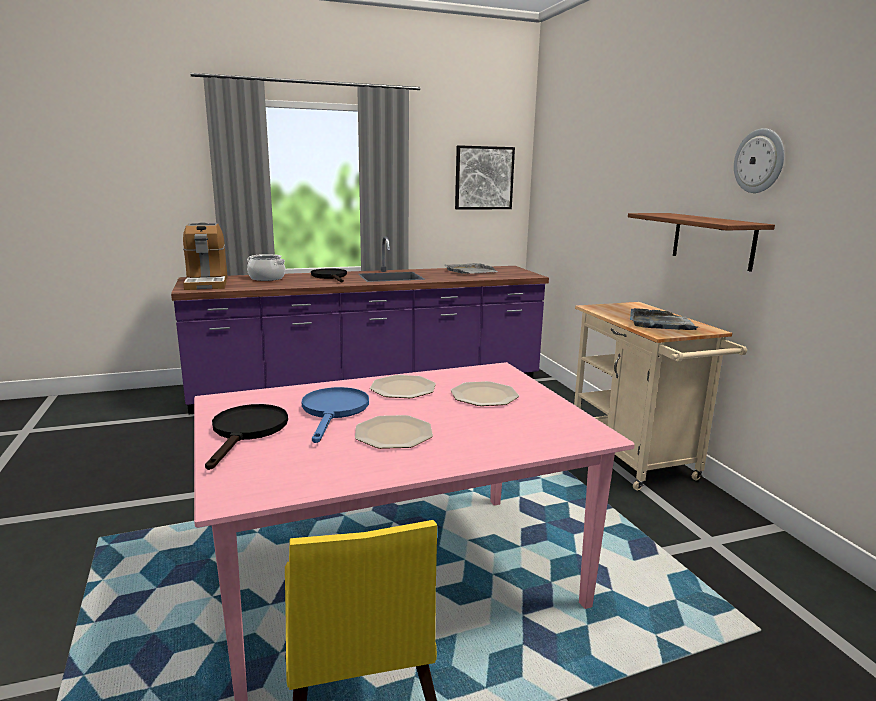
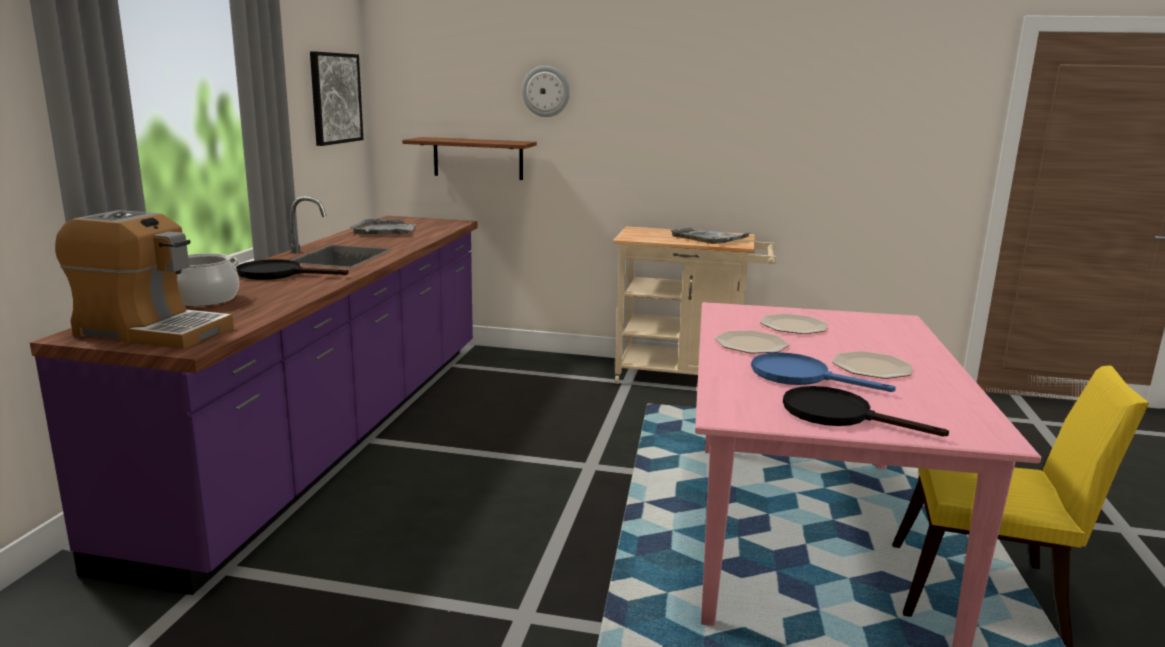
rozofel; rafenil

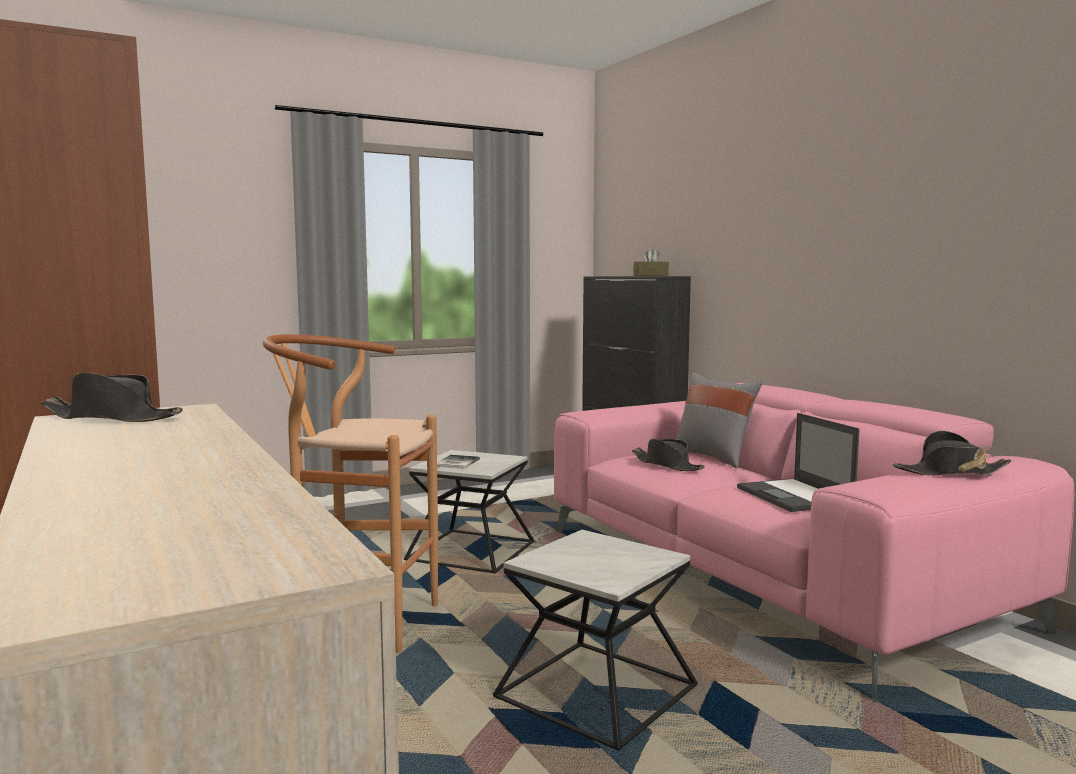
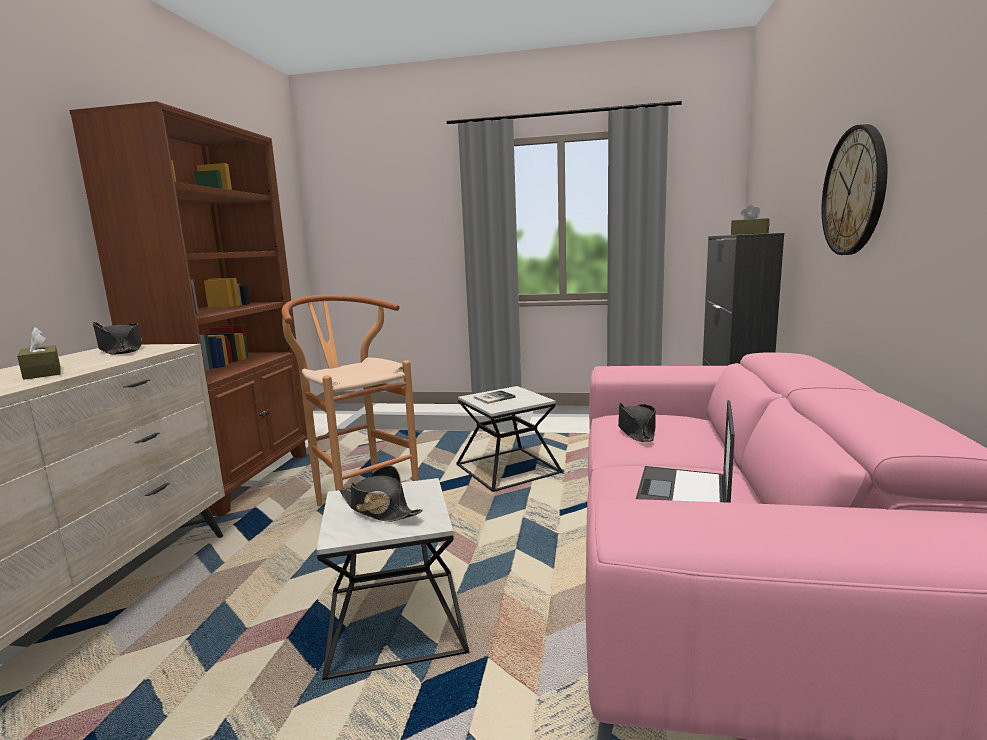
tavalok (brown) (no. 1 from left); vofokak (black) (no. 2 from left); rafenil; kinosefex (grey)

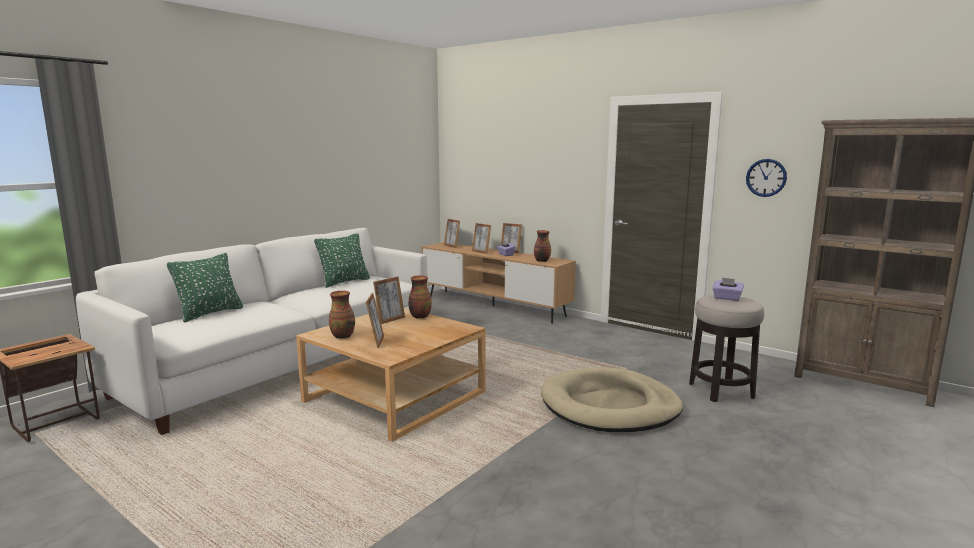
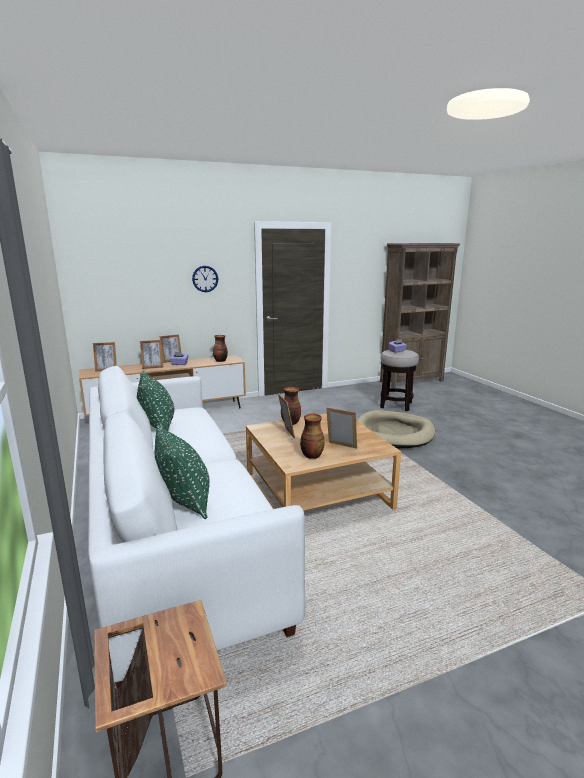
rafenil

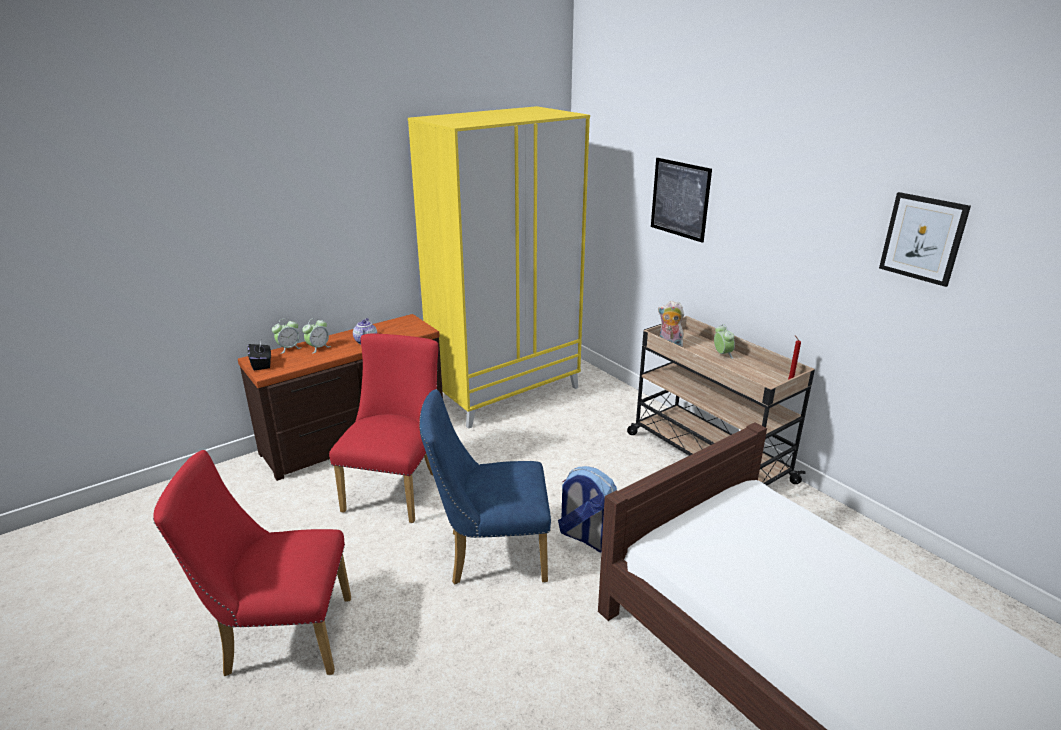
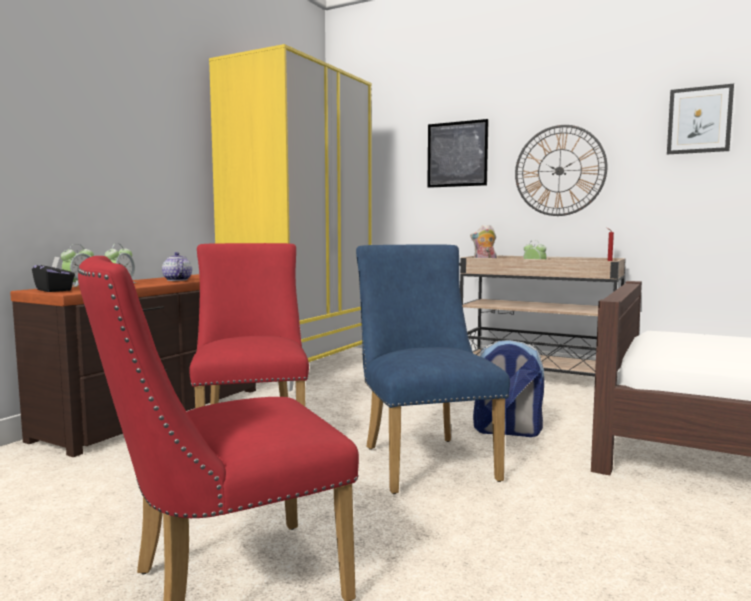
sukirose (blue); rafenil

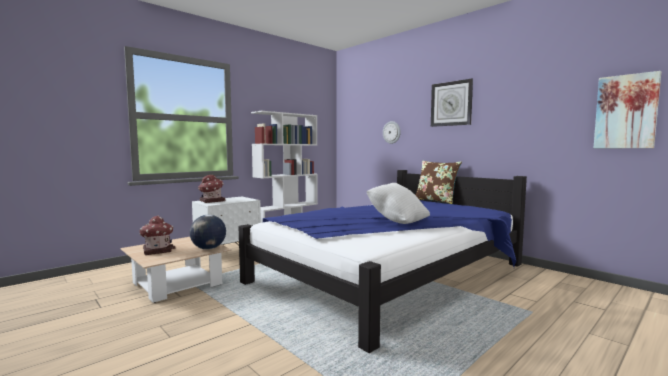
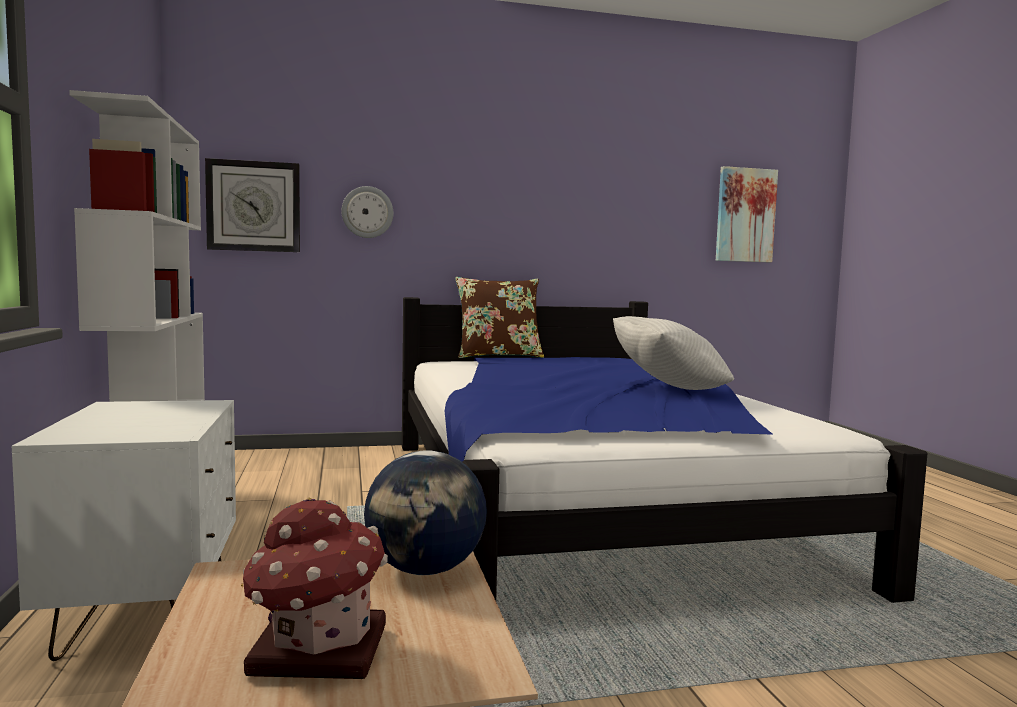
rafenil (no. 1 from left); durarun (no. 2 from left in the first image)

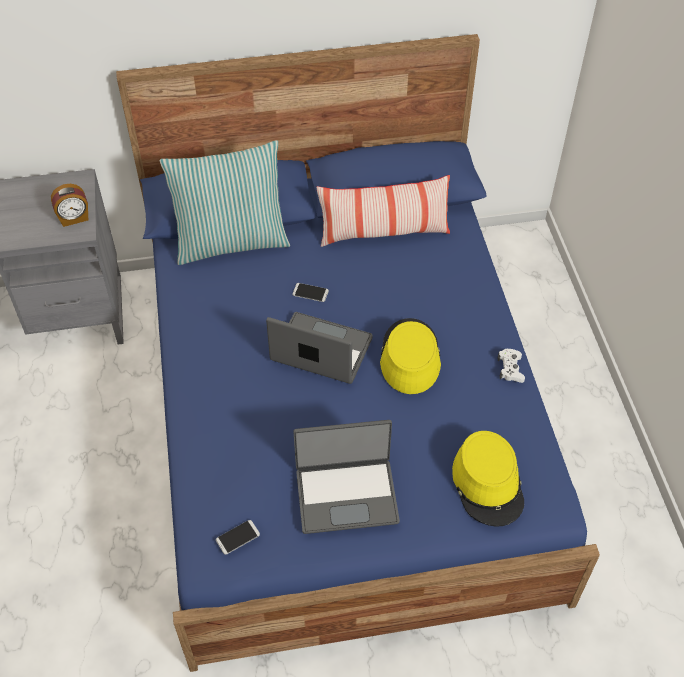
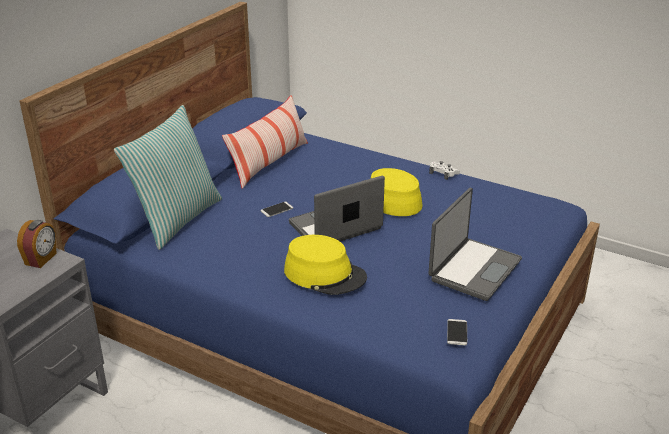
vofokak (yellow) (no. 1 from left)

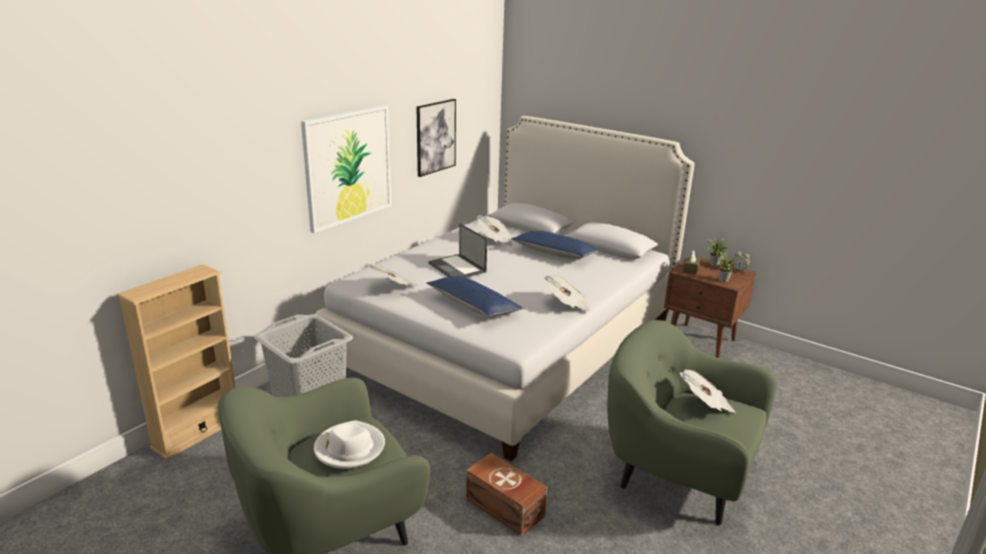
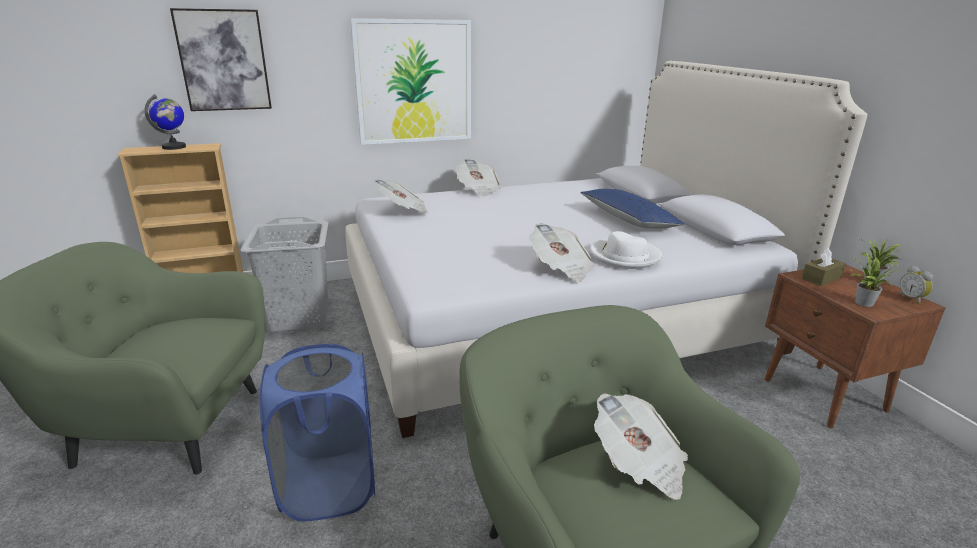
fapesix; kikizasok (no. 1 from left); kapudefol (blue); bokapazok (no. 2 from left); vofokak (white); kinosefex (blue) (no. 1 from left in the first image); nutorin

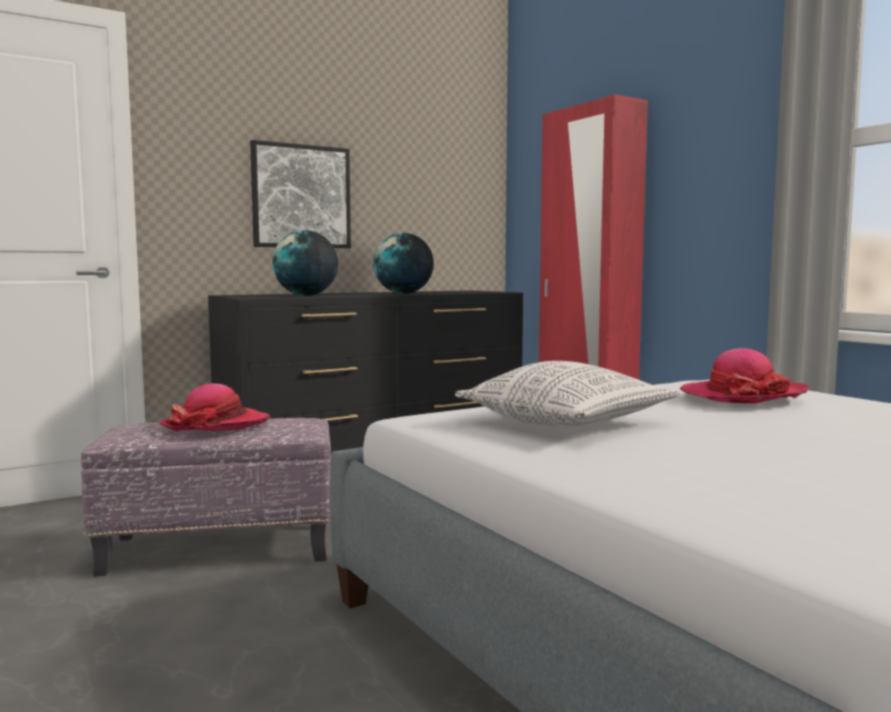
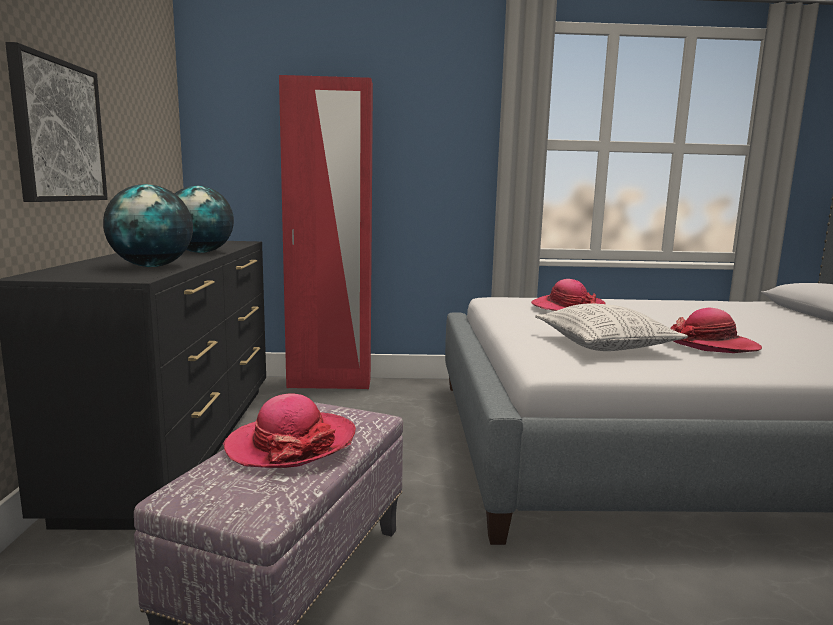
vofokak (no. 3 from left)

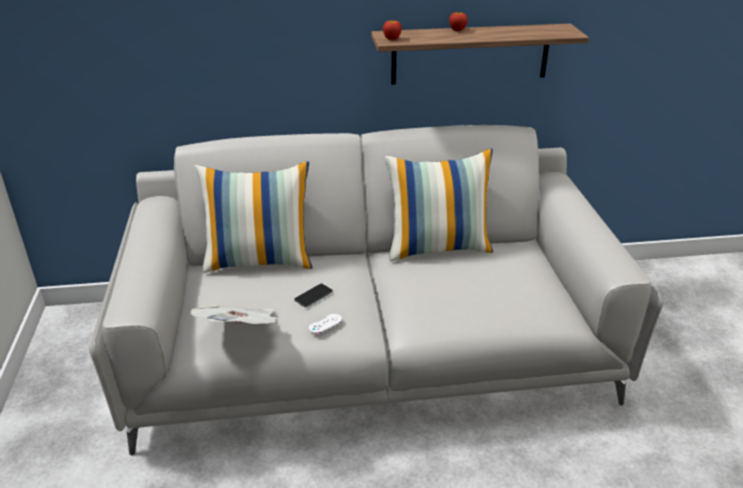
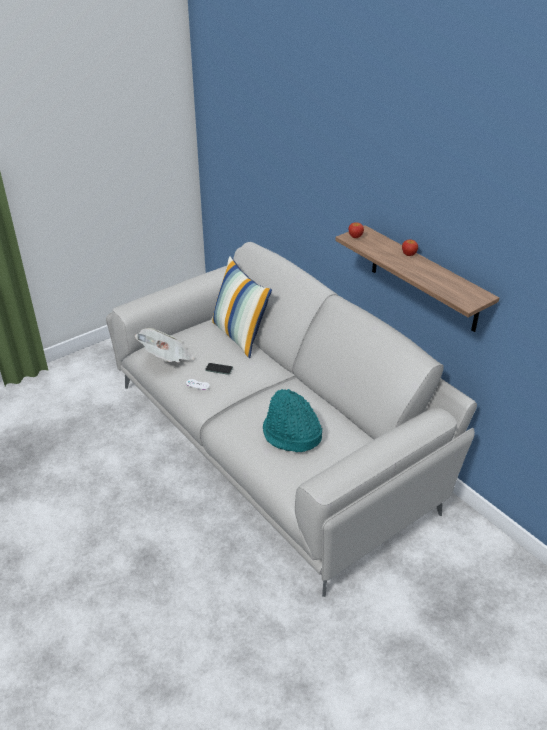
vofokak (turquoise); kinosefex (no. 2 from left in the first image)

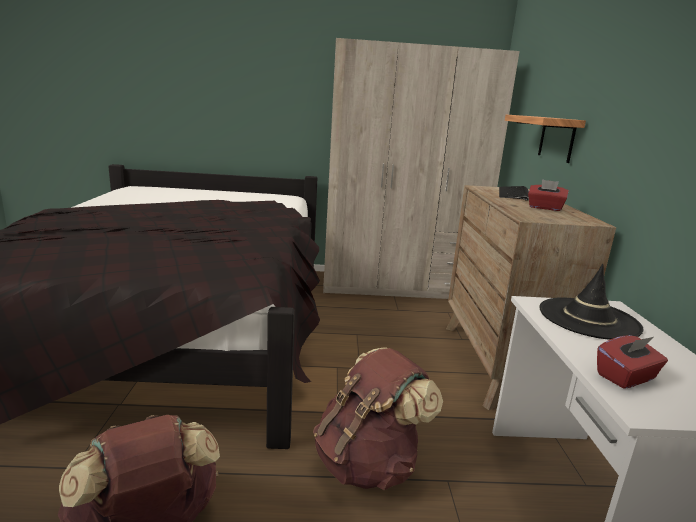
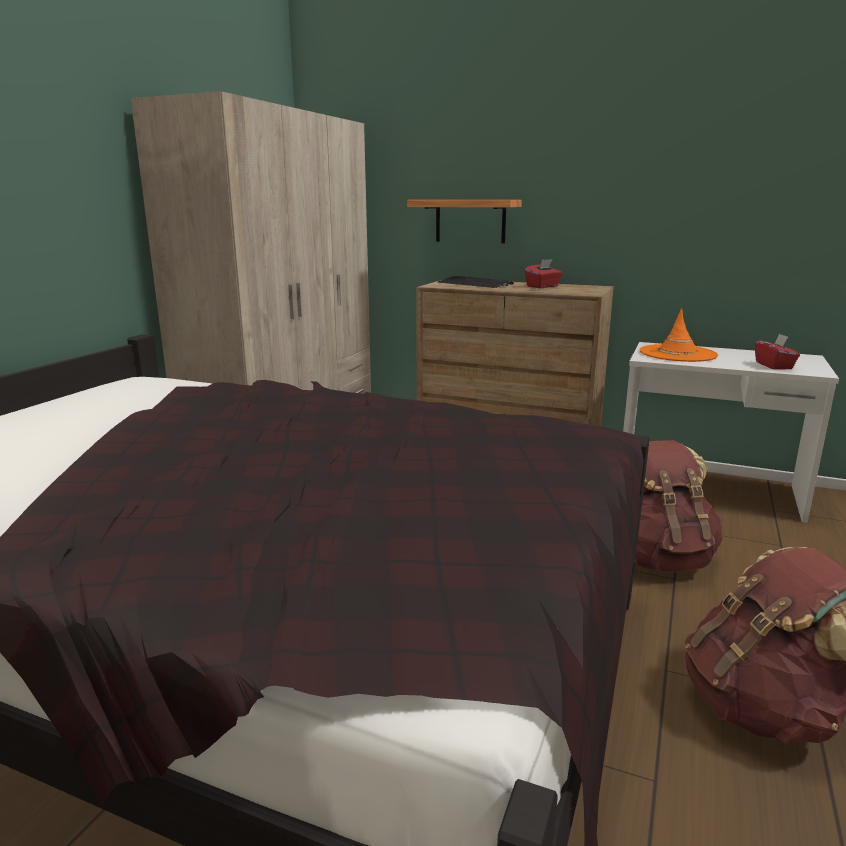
vofokak (orange)

